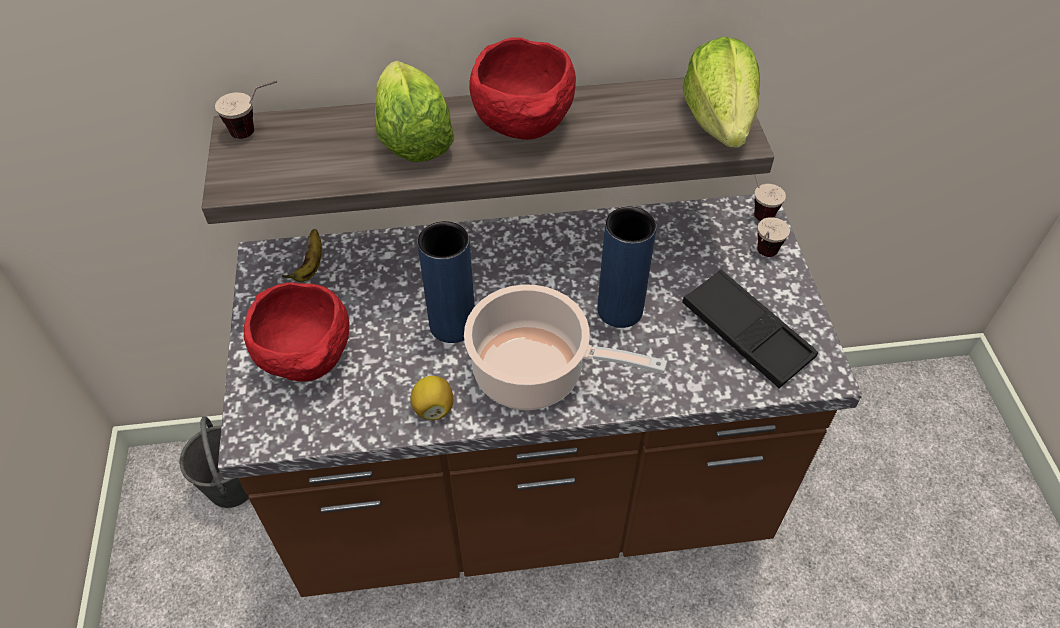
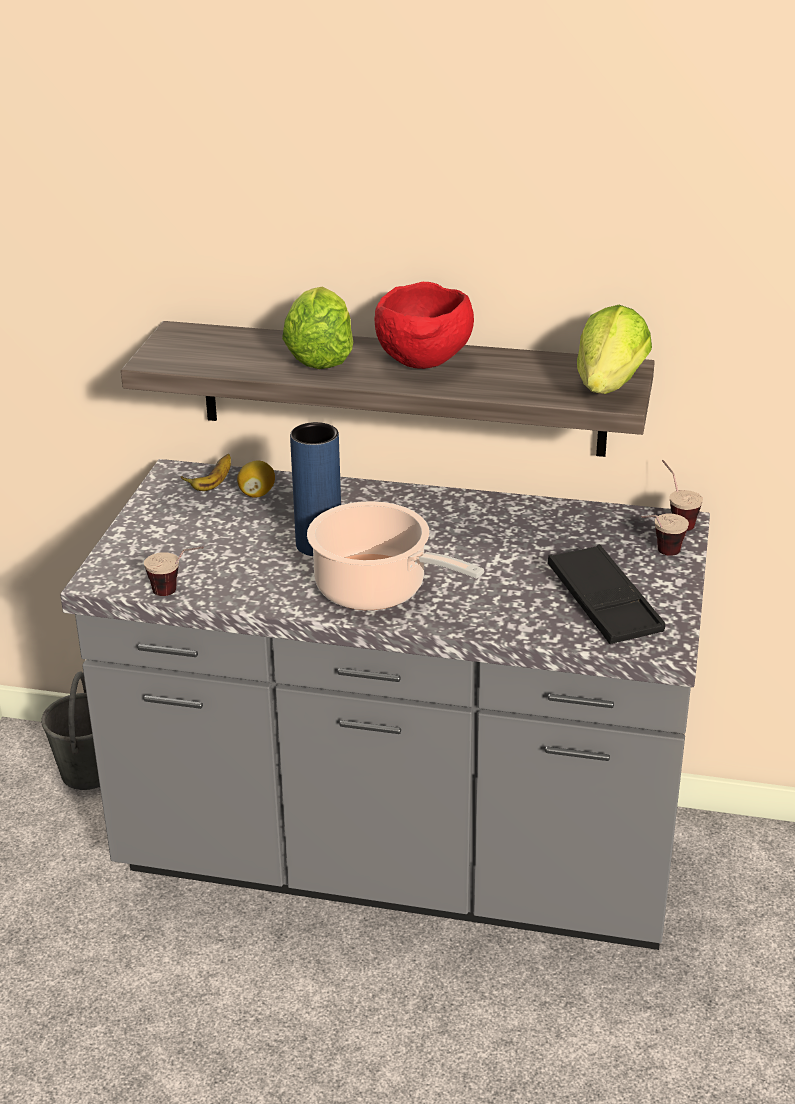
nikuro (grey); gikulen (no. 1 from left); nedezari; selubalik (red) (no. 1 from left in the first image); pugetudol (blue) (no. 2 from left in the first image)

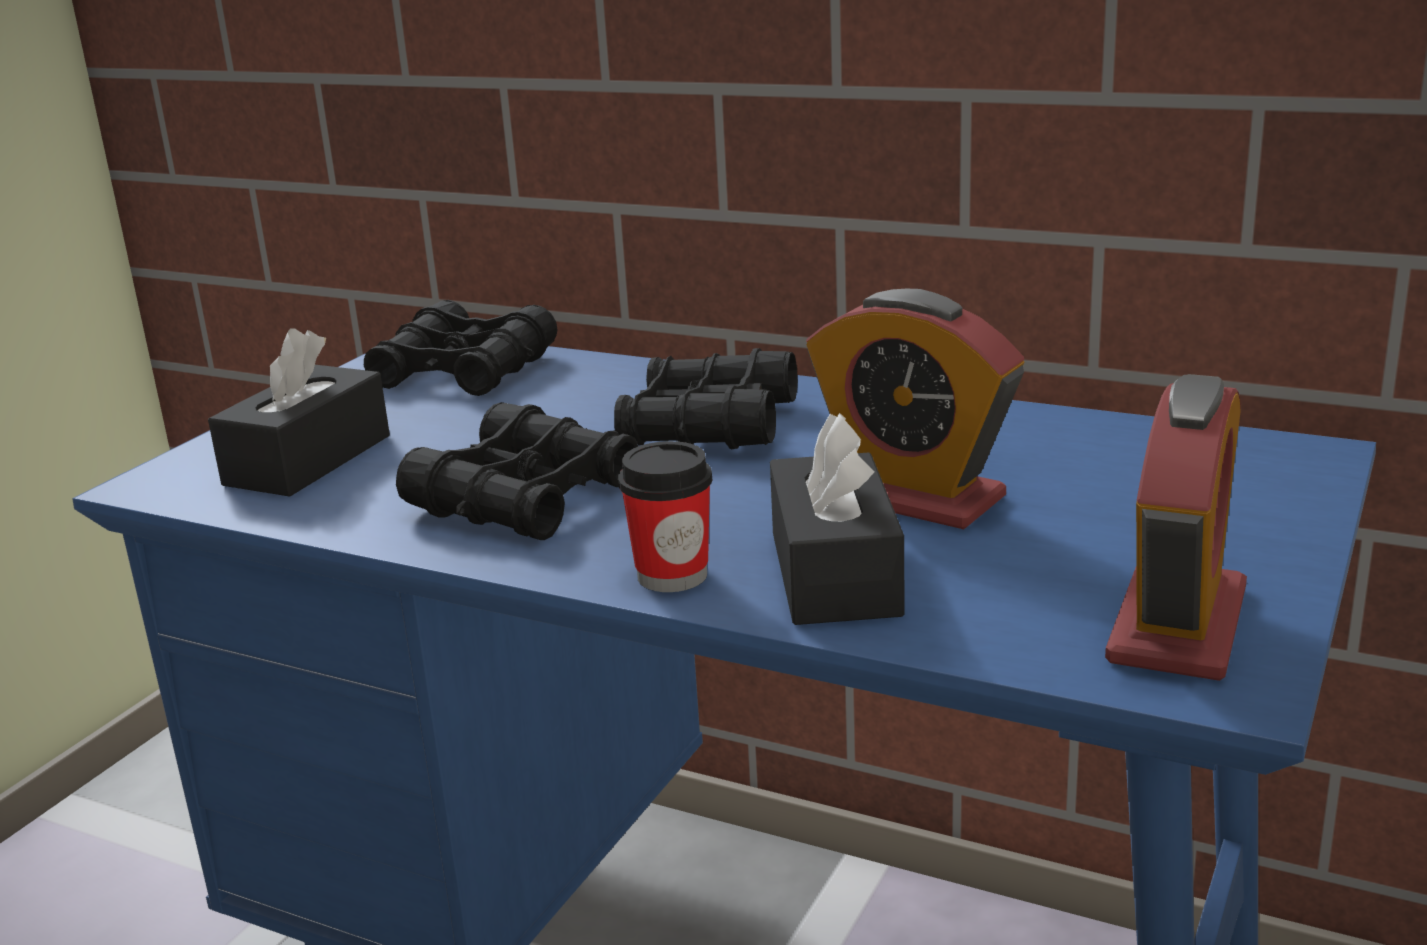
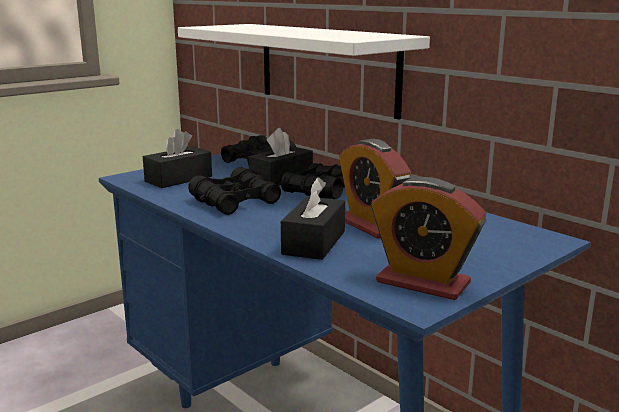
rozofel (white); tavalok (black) (no. 2 from left); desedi (no. 2 from left); gikulen

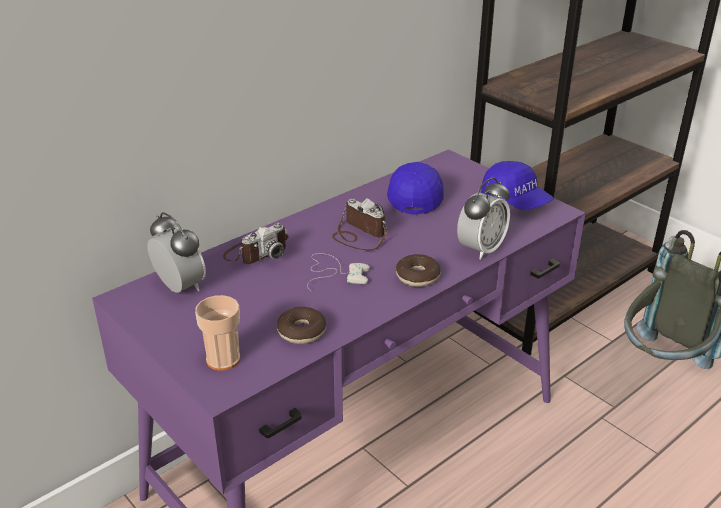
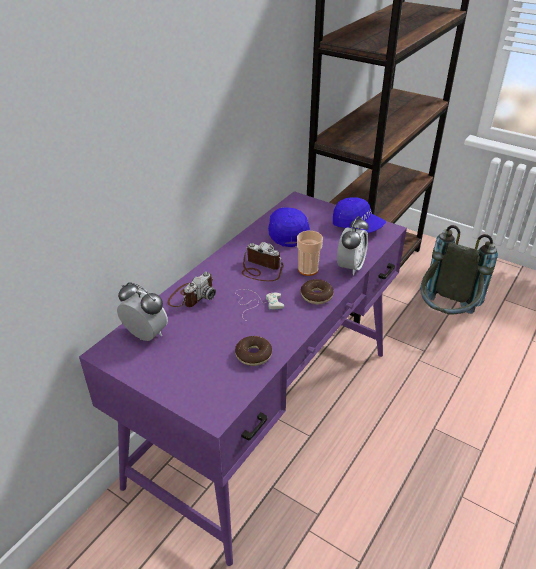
gikulen

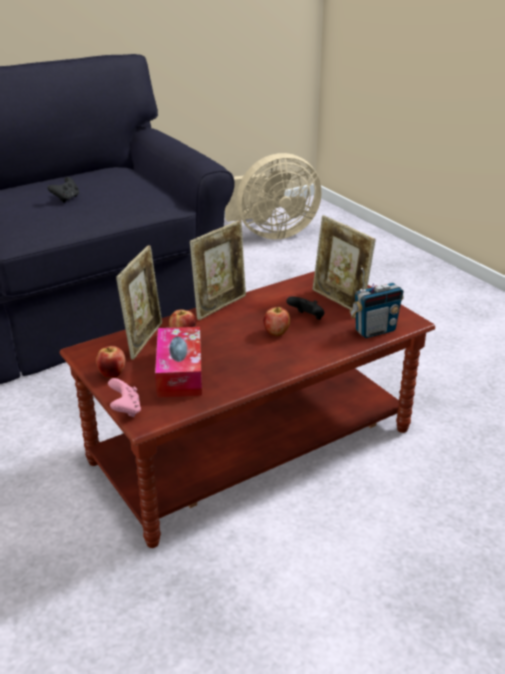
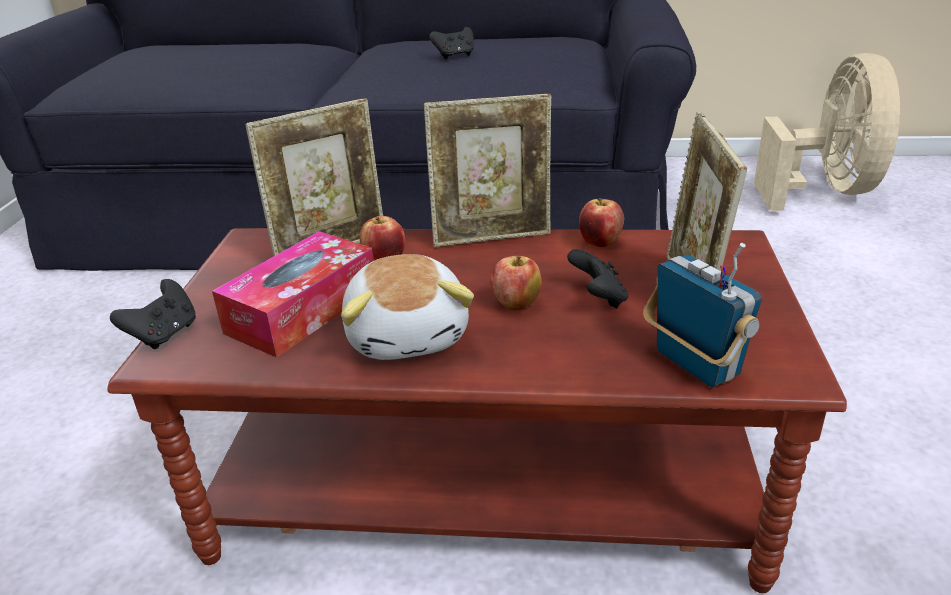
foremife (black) (no. 1 from left); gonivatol; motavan (no. 3 from left); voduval; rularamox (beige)

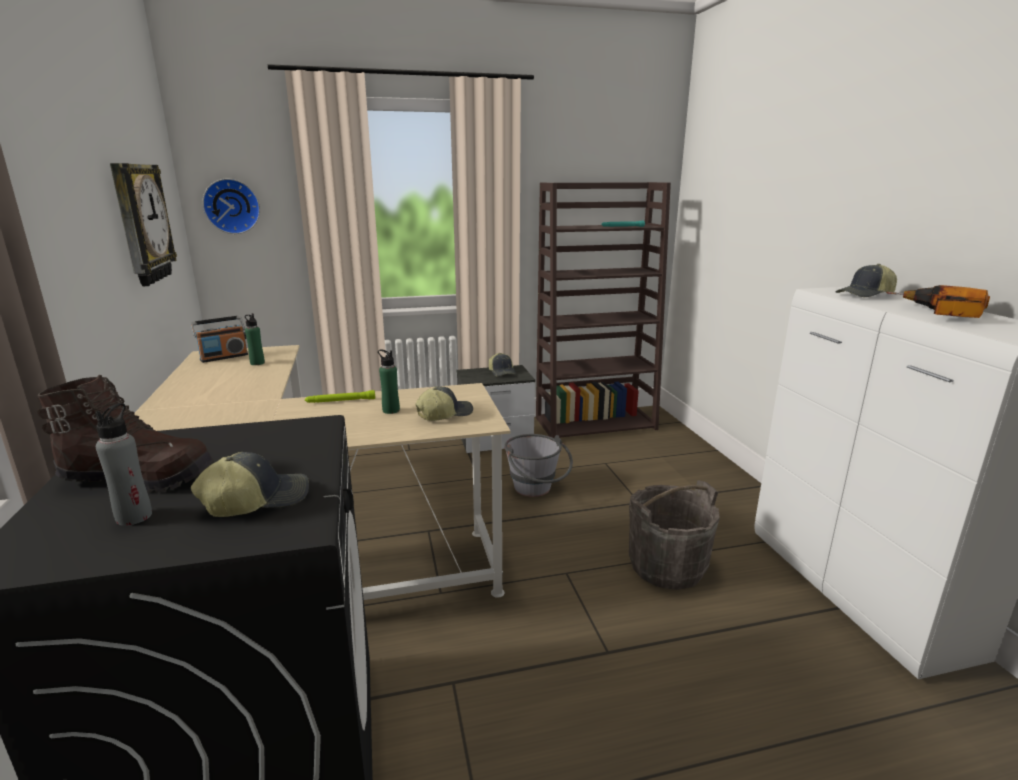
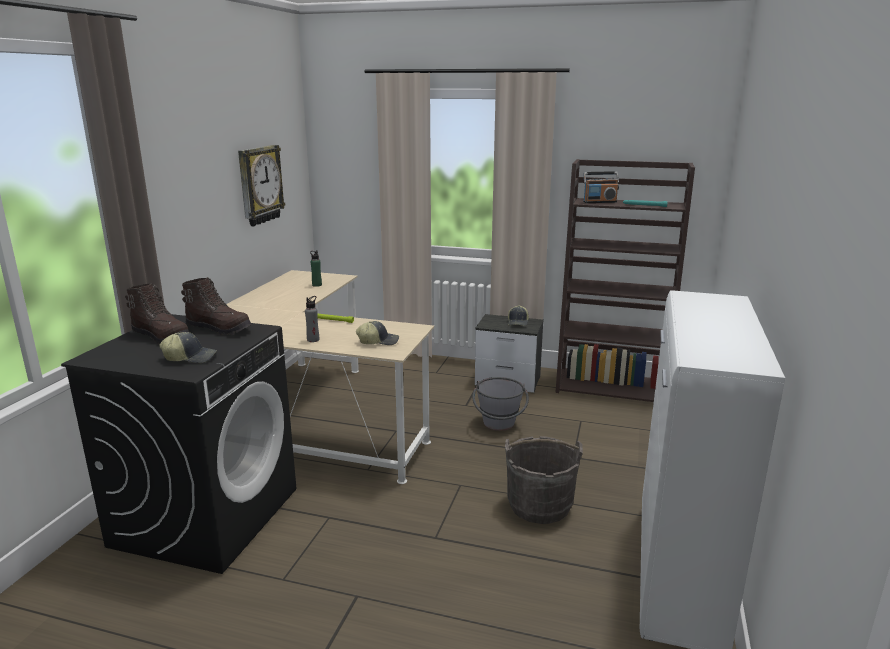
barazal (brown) (no. 2 from left); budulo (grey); voduval; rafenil (no. 2 from left in the first image); budulo (green) (no. 2 from left in the first image); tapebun (no. 4 from left in the first image); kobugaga

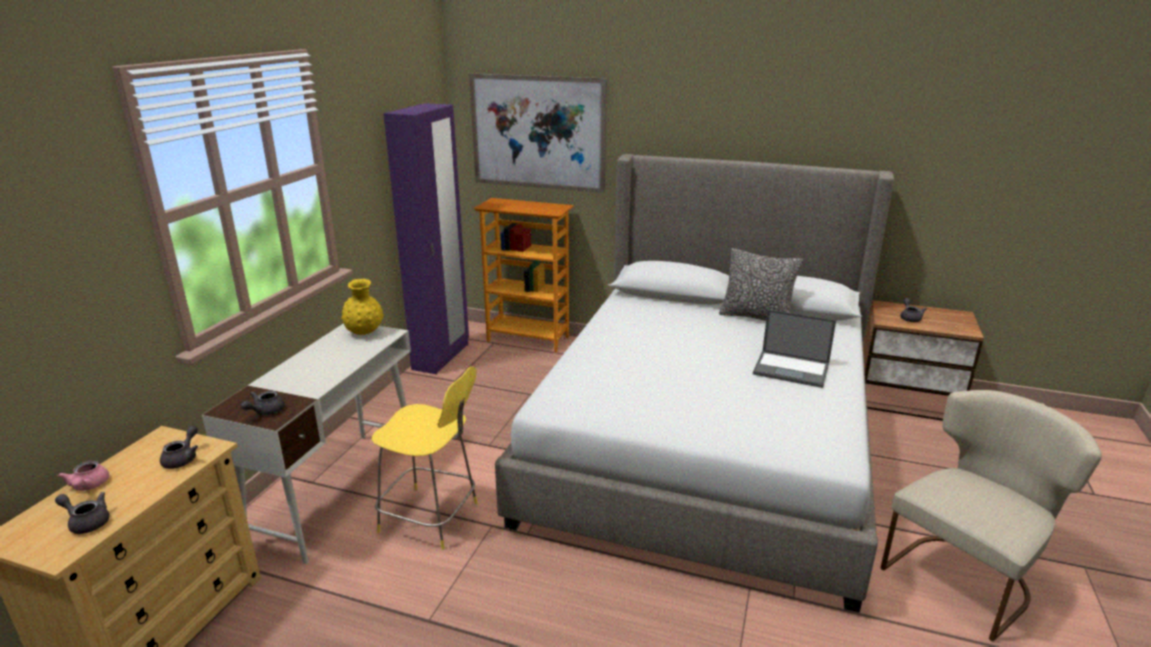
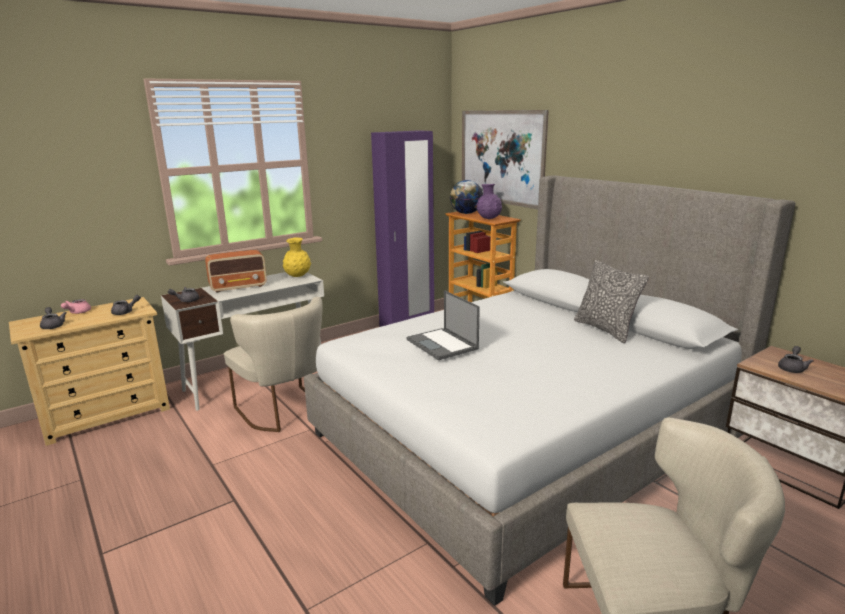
voduval; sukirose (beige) (no. 1 from left); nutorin; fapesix; pugetudol (purple)

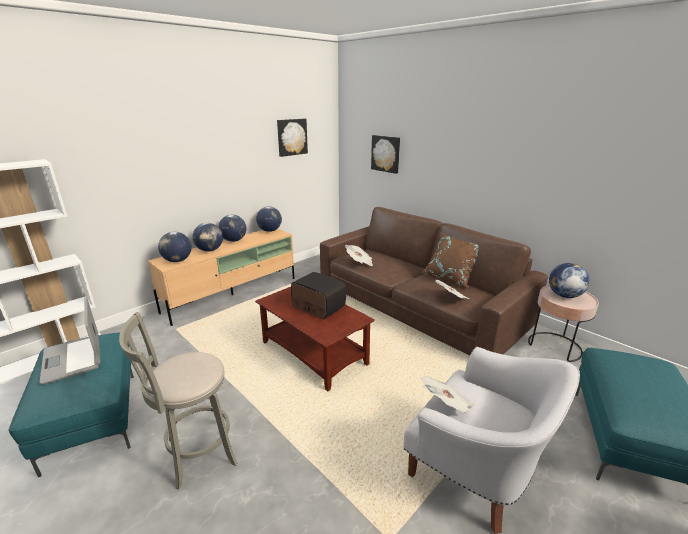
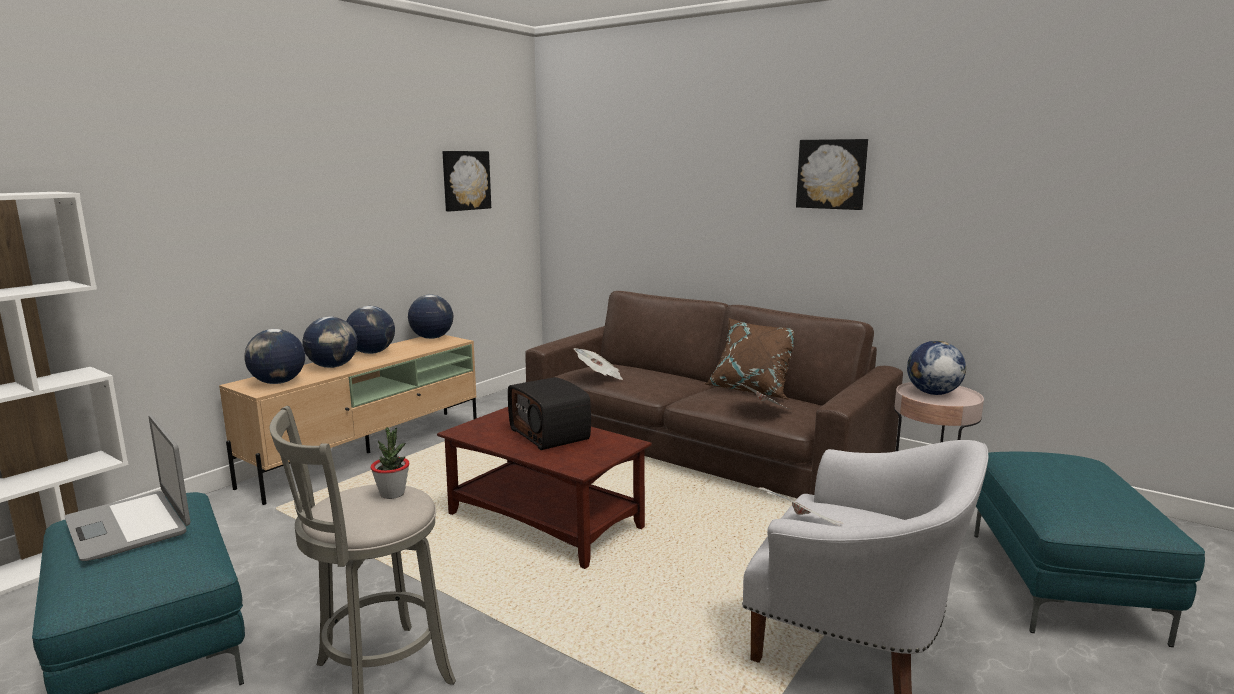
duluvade; voduval; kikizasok (no. 2 from left)

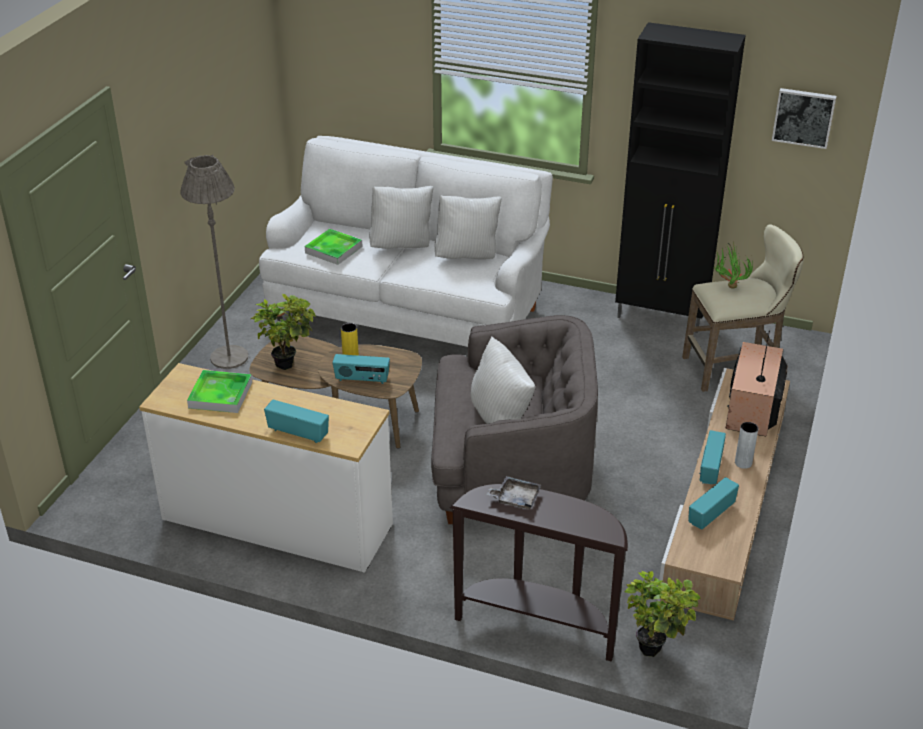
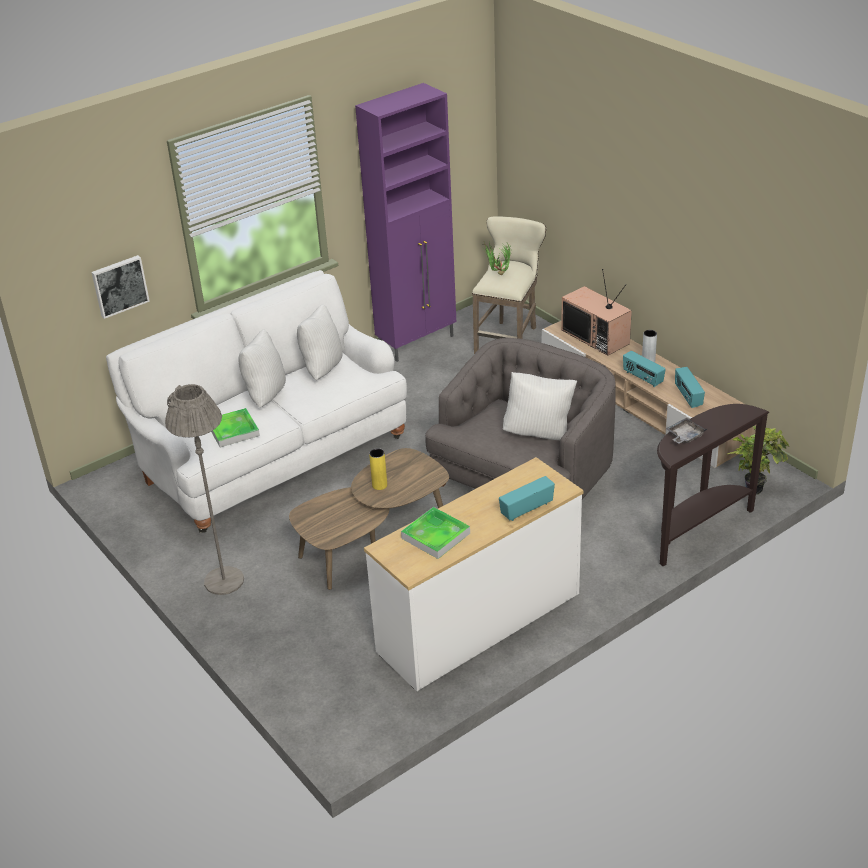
kikizasok; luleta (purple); duluvade (no. 1 from left in the first image); voduval (no. 2 from left in the first image)

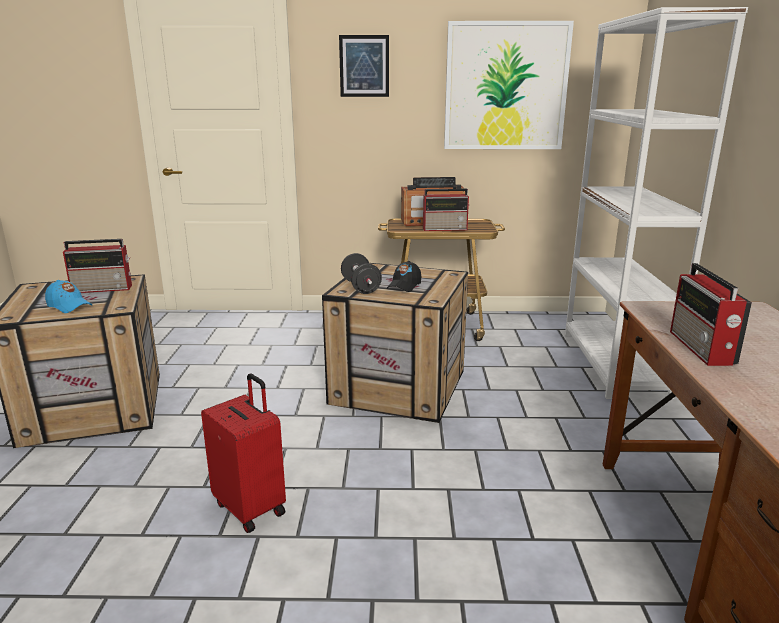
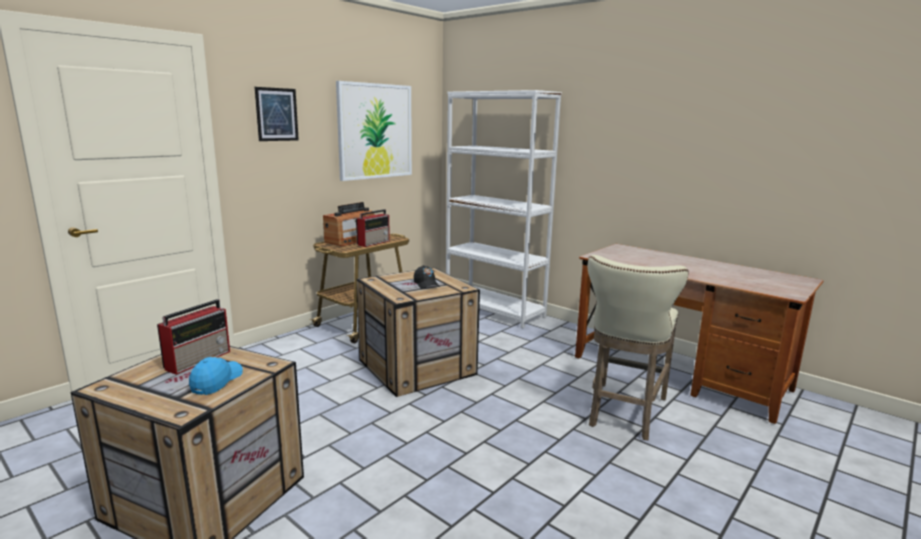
tapebun (blue); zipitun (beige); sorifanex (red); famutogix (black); voduval (no. 4 from left in the first image)

